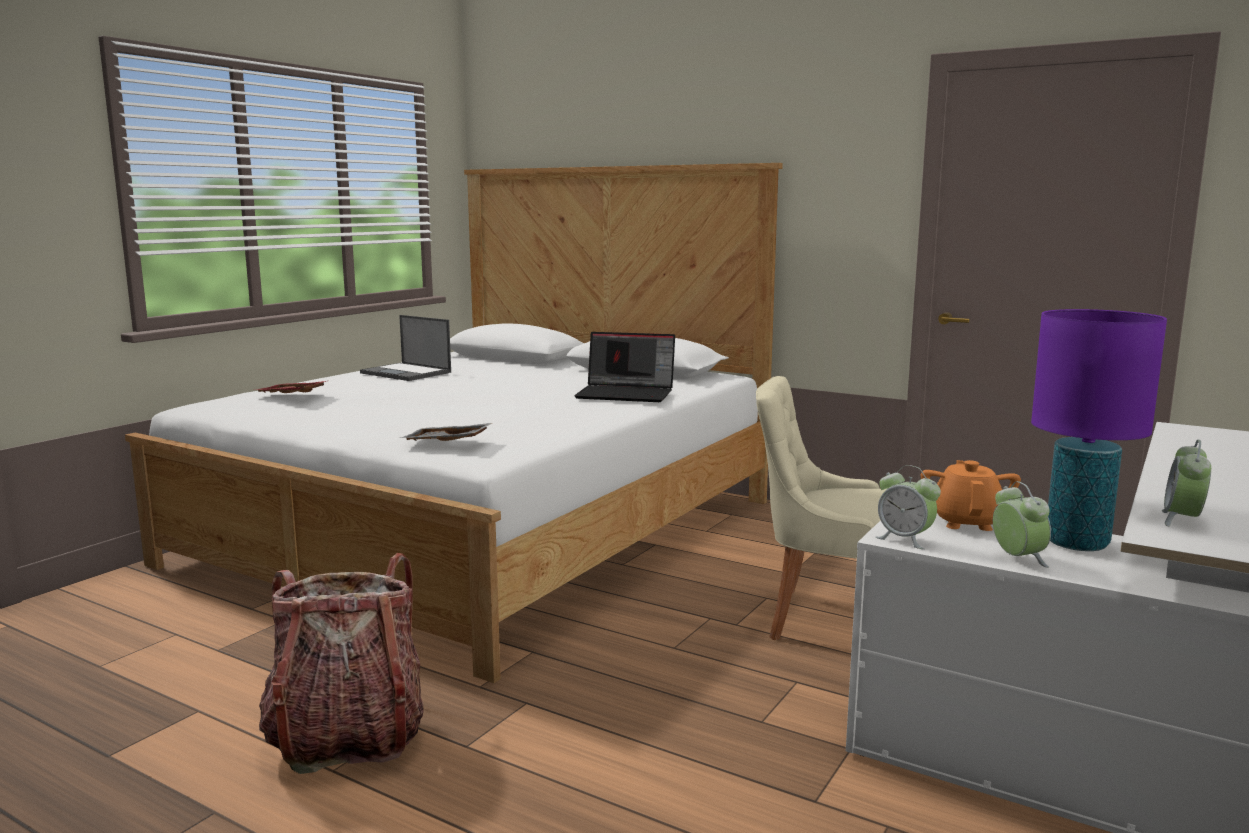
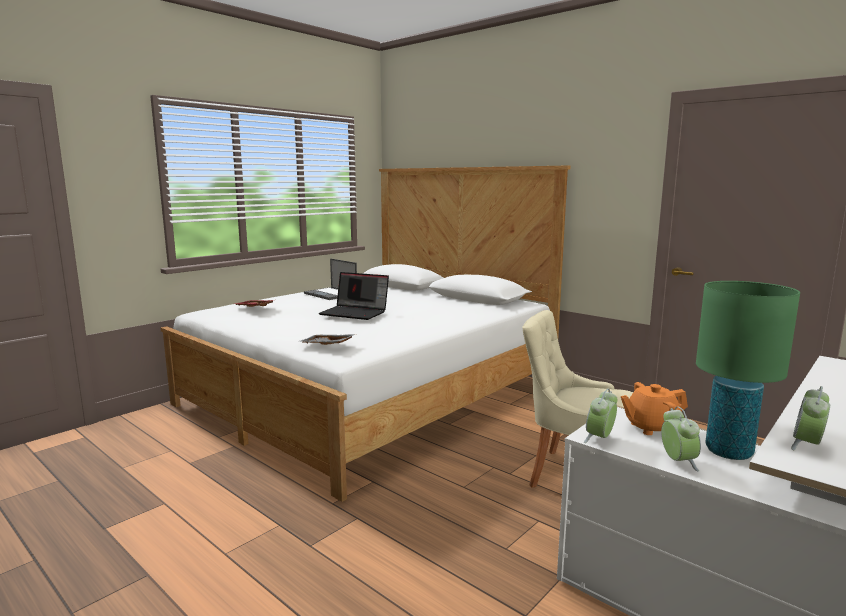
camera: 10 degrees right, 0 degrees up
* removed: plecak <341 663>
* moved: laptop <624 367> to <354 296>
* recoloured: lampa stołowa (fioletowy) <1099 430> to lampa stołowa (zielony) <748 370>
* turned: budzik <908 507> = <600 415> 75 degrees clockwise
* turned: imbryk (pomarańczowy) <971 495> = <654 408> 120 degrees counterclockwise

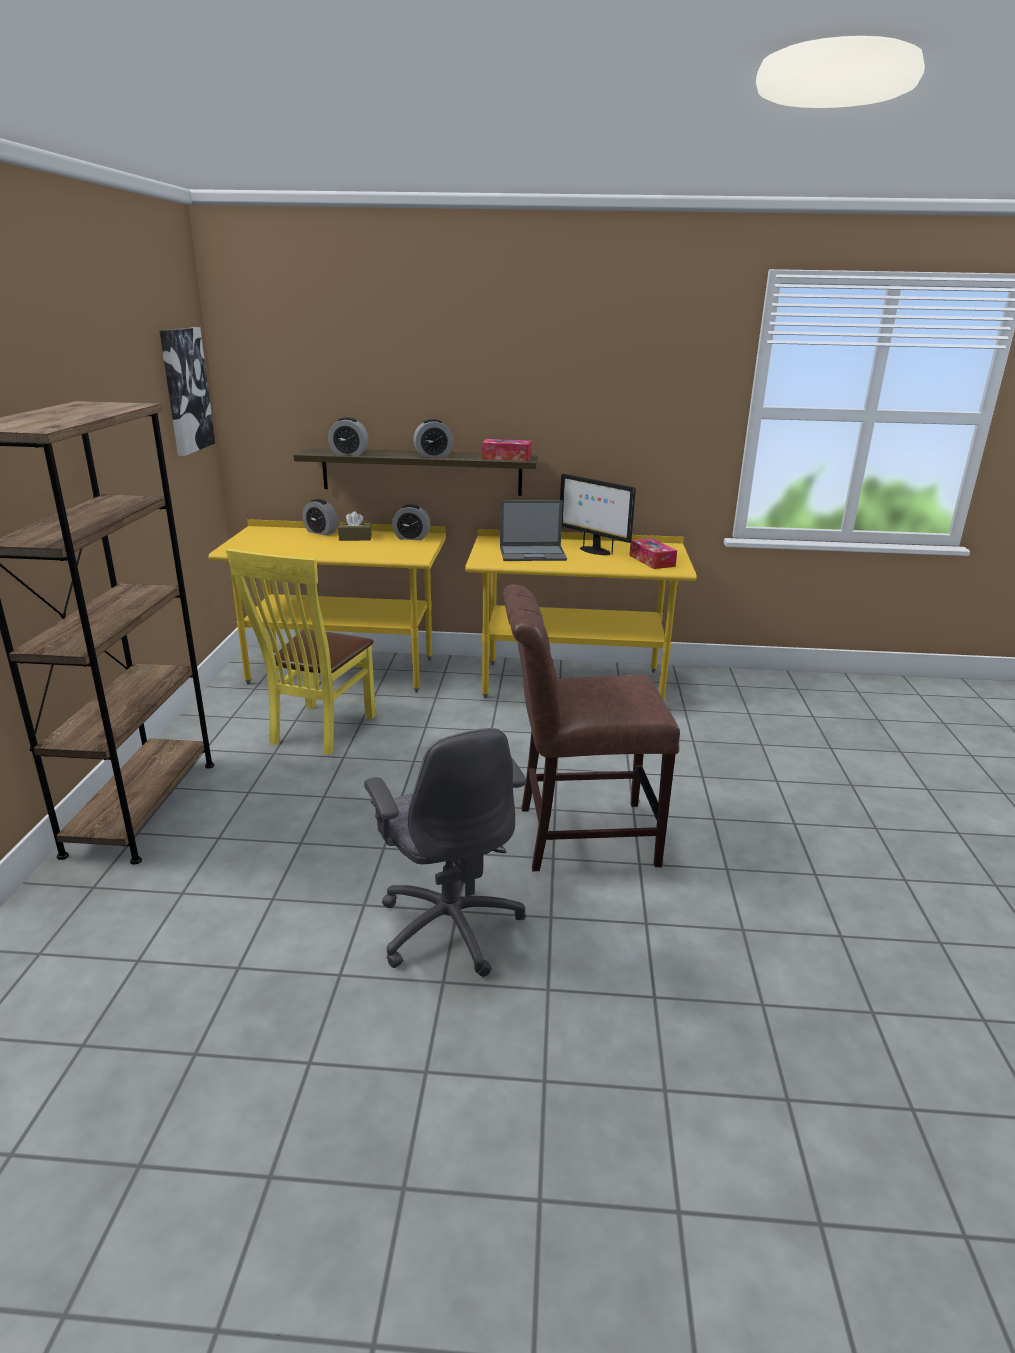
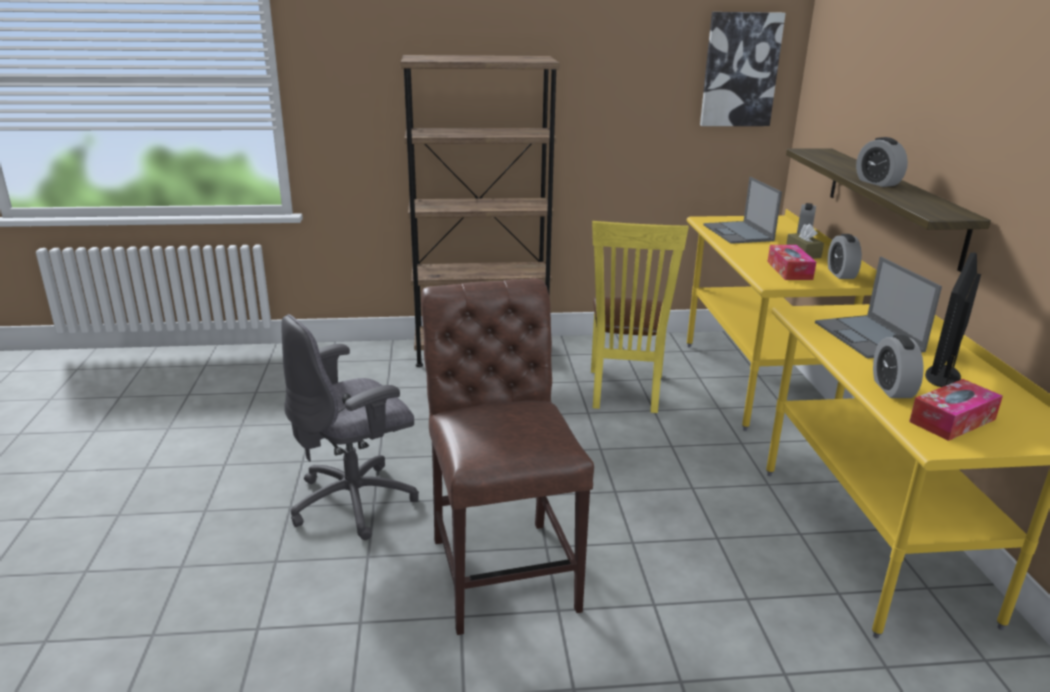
camera: 80 degrees right, 0 degrees up
* added: laptop <742 210>
* moved: budzik <348 436> to <898 366>
* moved: pudełko chusteczek <506 450> to <792 262>
* turned: krzesło (żółty) <301 652> = <640 317> 90 degrees counterclockwise

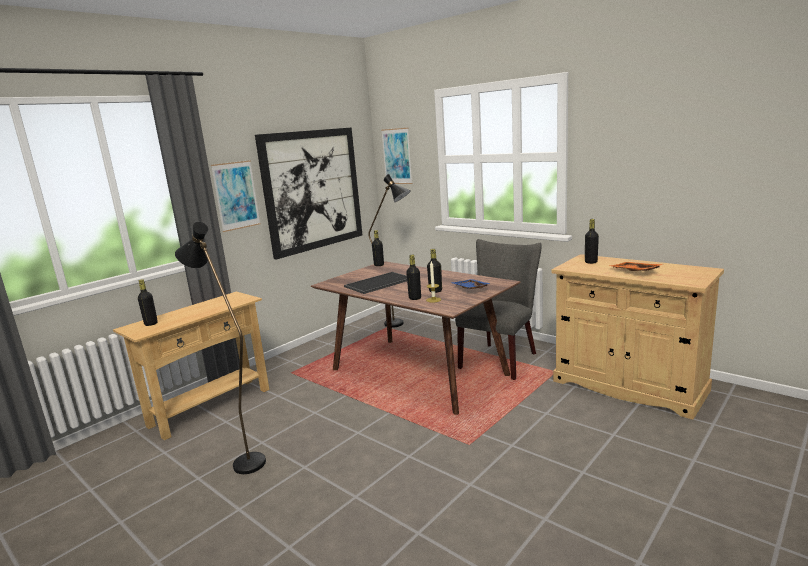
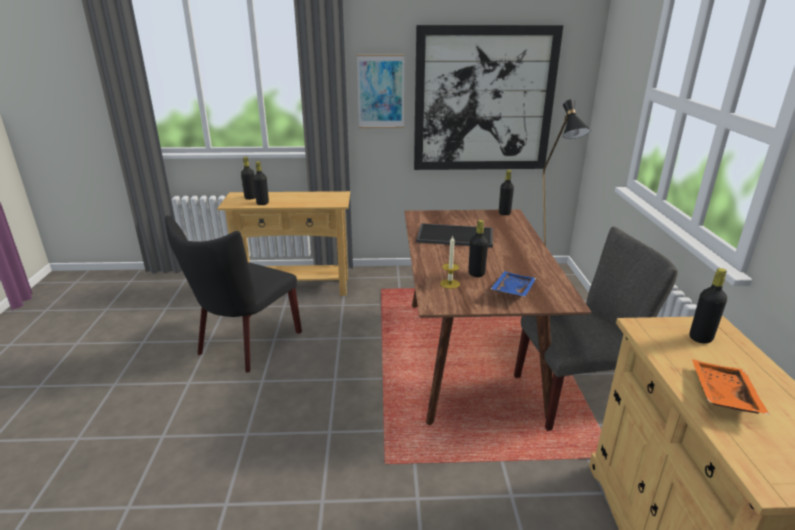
camera: 45 degrees right, 10 degrees up
* removed: obraz <396 156>
* moved: butelka (czarny) <413 277> to <261 183>
* replaced: lampa stojąca (czarny) <220 348> to krzesło (czarny) <233 294>

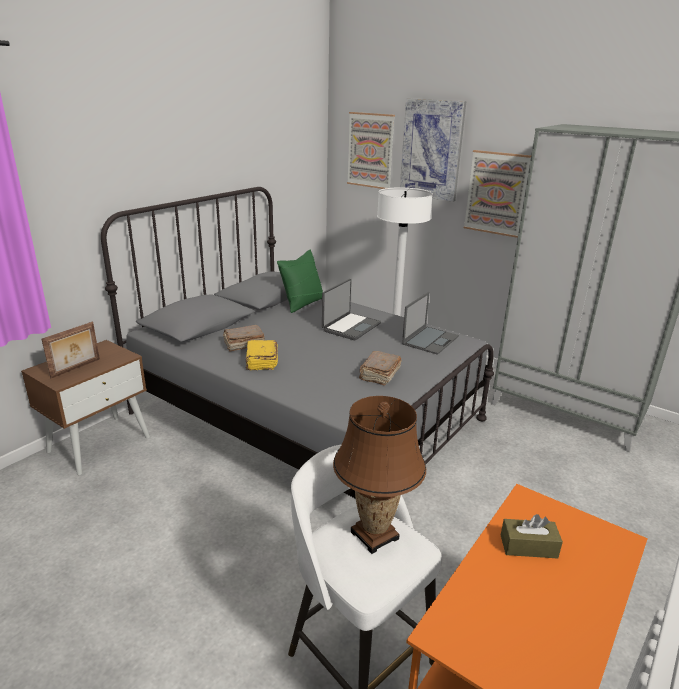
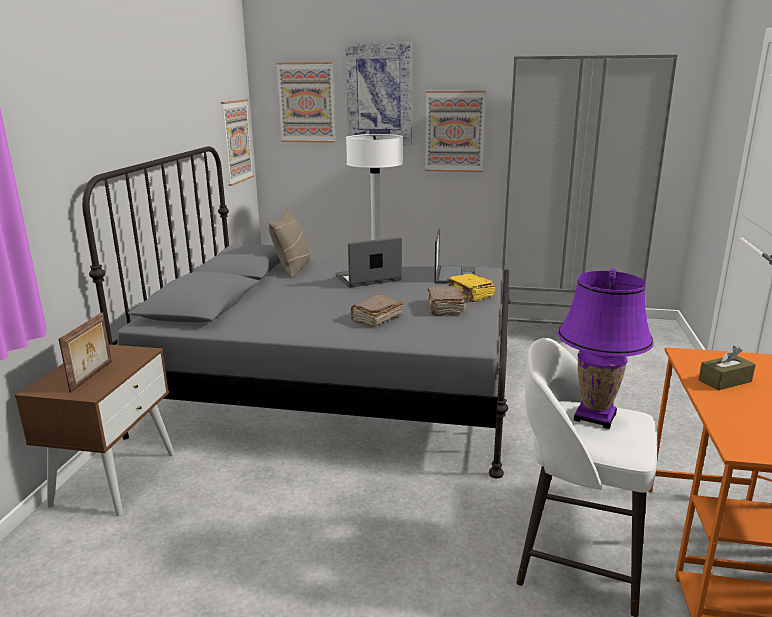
camera: 25 degrees left, 5 degrees down
* added: obraz <237 142>
* moved: książka (brązowy) <244 338> to <377 311>
* moved: książka (żółty) <262 355> to <471 287>
* recoloured: poduszka (zielony) <300 281> to poduszka (beżowy) <289 243>
* recoloured: lampa stołowa (brązowy) <379 475> to lampa stołowa (fioletowy) <606 349>
* turned: laptop <351 309> = <368 262> 120 degrees counterclockwise

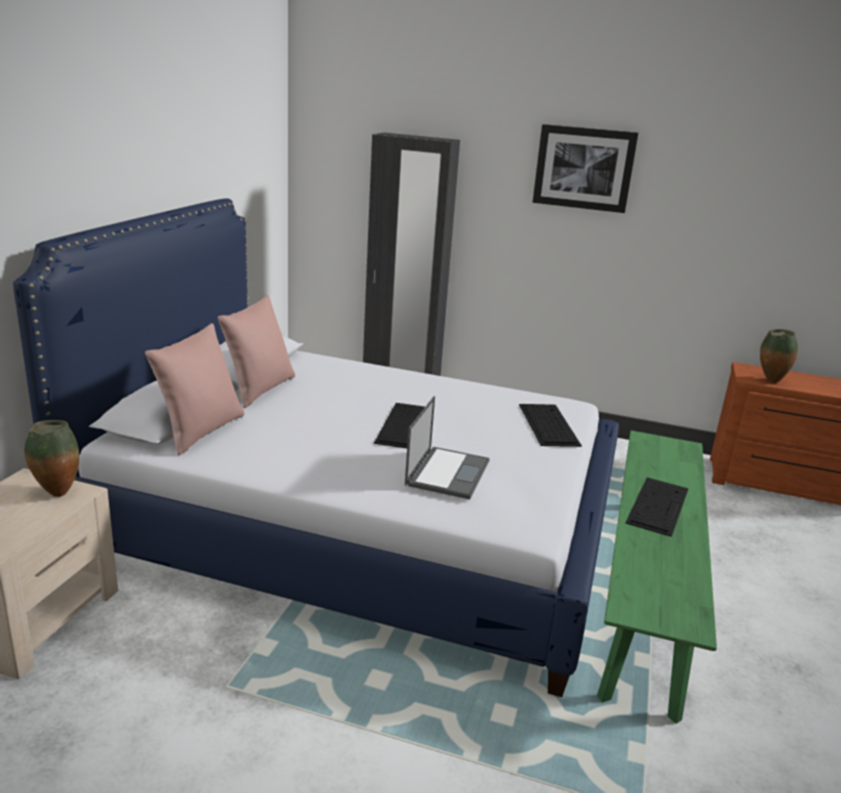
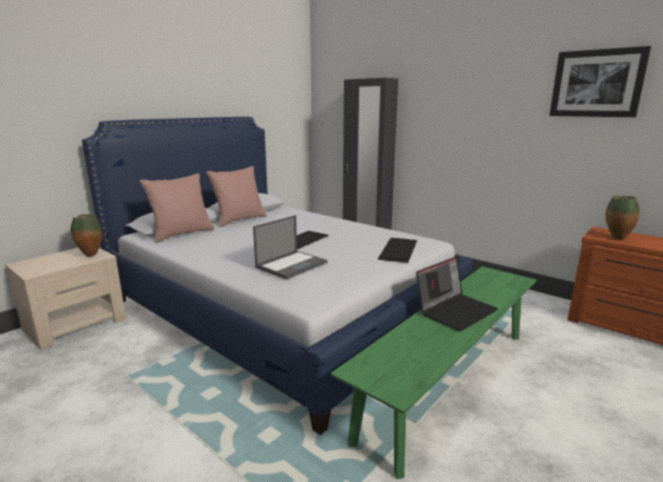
camera: 25 degrees right, 5 degrees down
* moved: obraz <585 168> to <600 81>
* replaced: klawiatura <657 507> to laptop <457 293>

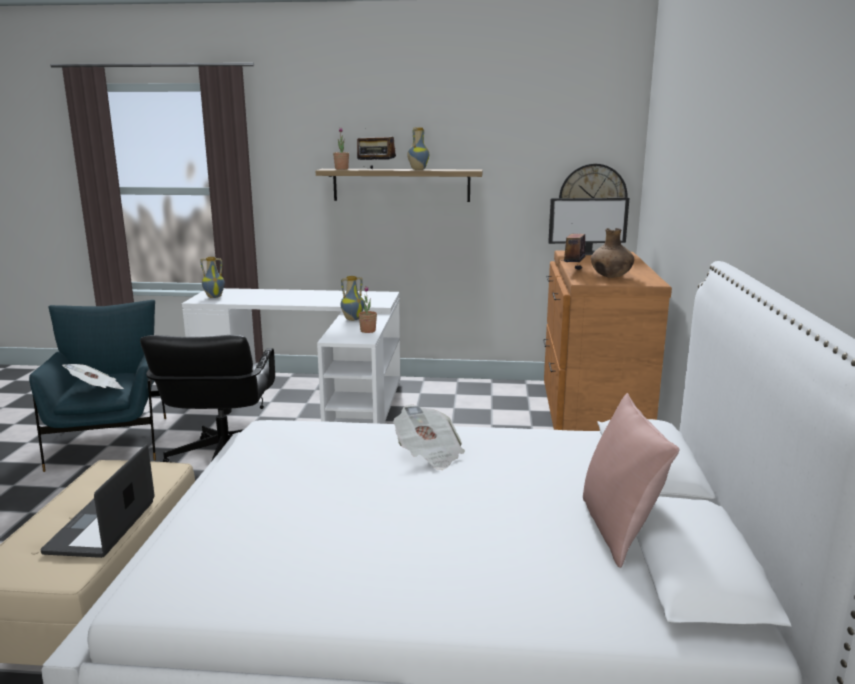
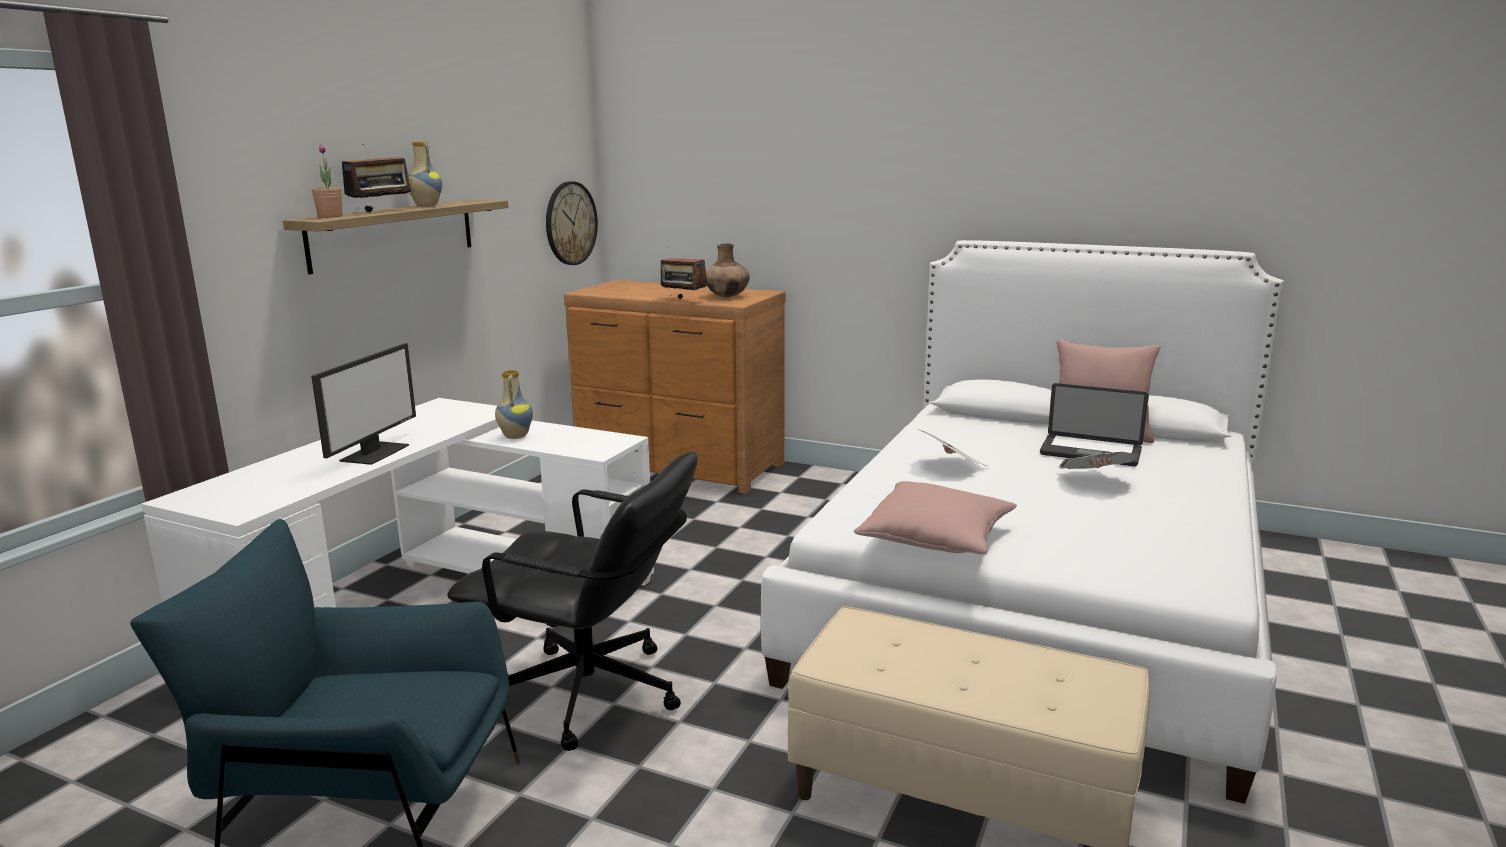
camera: 70 degrees left, 0 degrees up
* removed: wazon <212 277>
* removed: roślina doniczkowa <368 309>
* added: poduszka (różowy) <935 518>
* moved: laptop <98 501> to <1094 424>
* moved: gazeta <93 376> to <1098 460>
* moved: monitor <589 226> to <363 404>

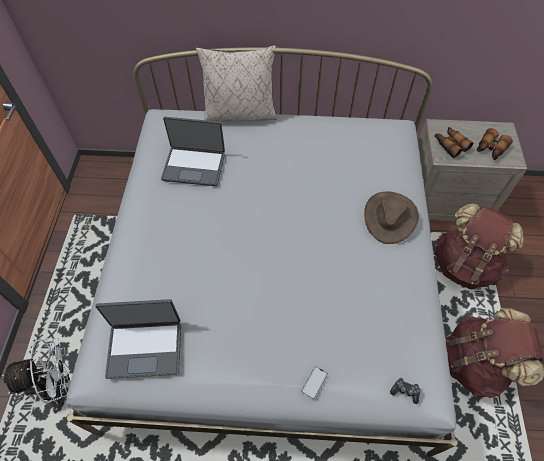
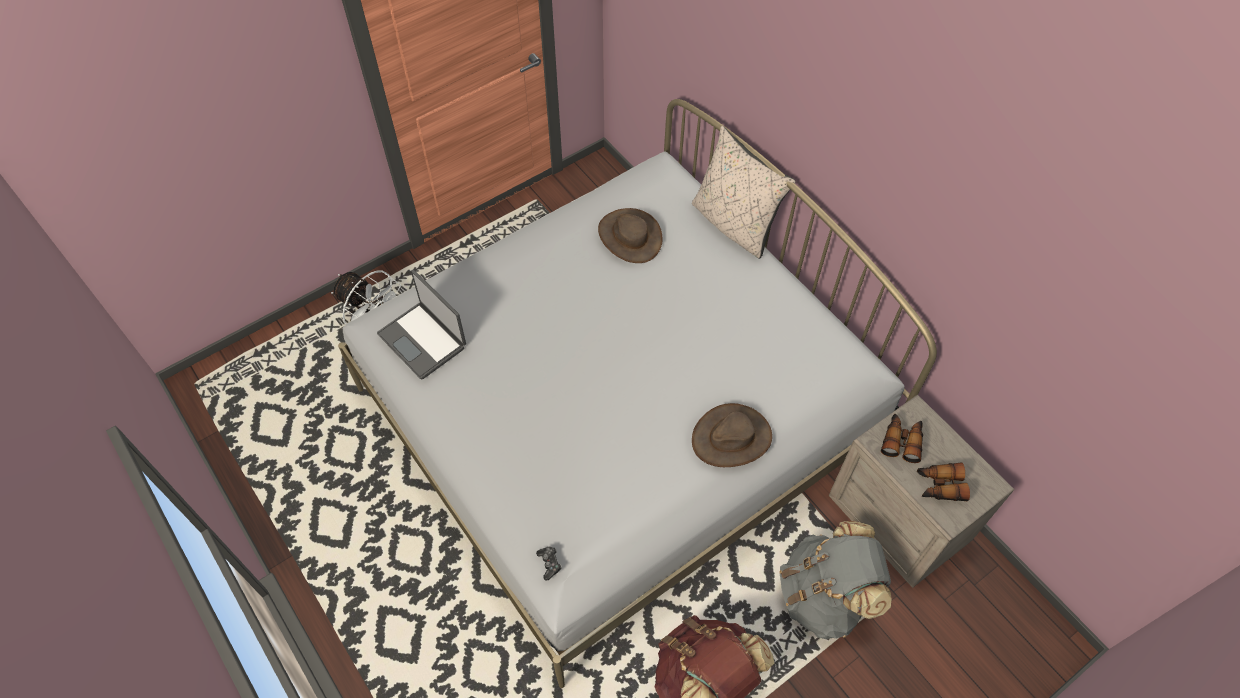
camera: 50 degrees right, 0 degrees up
* removed: telefon <314 382>
* replaced: laptop <193 151> to kapelusz (brązowy) <630 235>
* recoloured: plecak (brązowy) <479 246> to plecak (szary) <835 580>

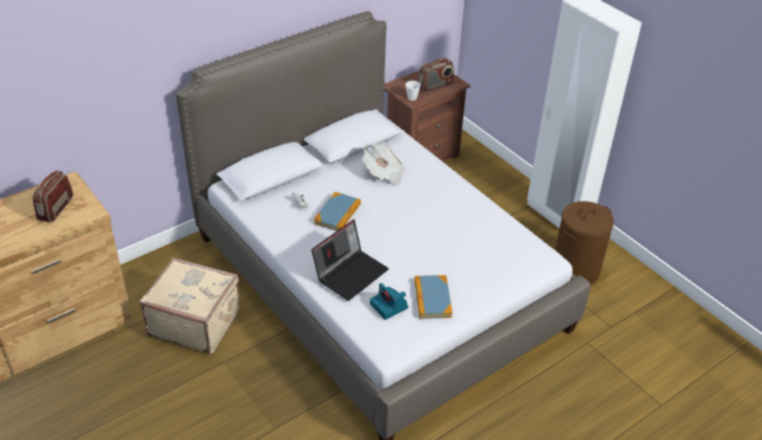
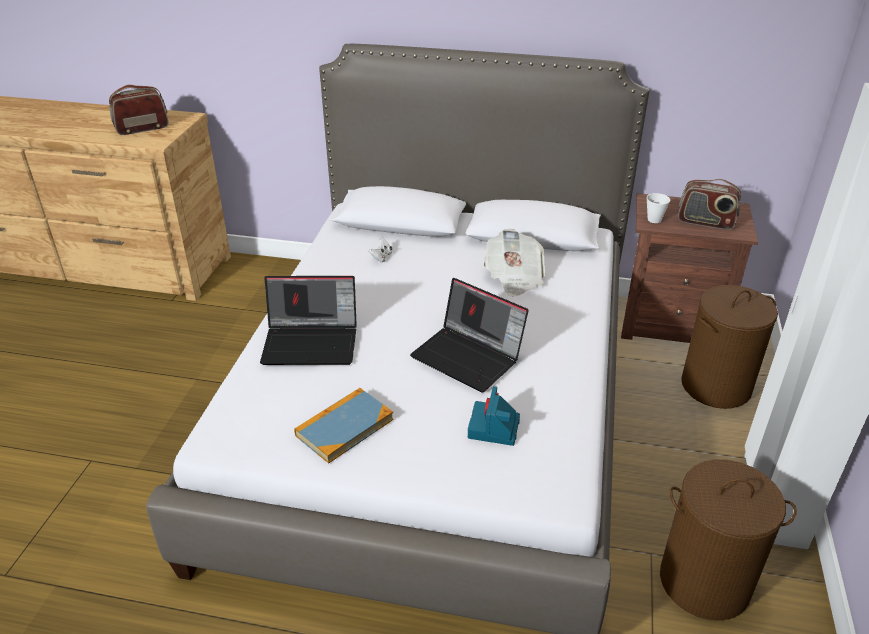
camera: 50 degrees right, 5 degrees down
* removed: walizka (beżowy) <190 305>
* removed: książka <337 211>
* added: laptop <469 335>
* added: kosz na pranie (brązowy) <729 347>
* moved: aparat fotograficzny <389 301> to <494 416>

